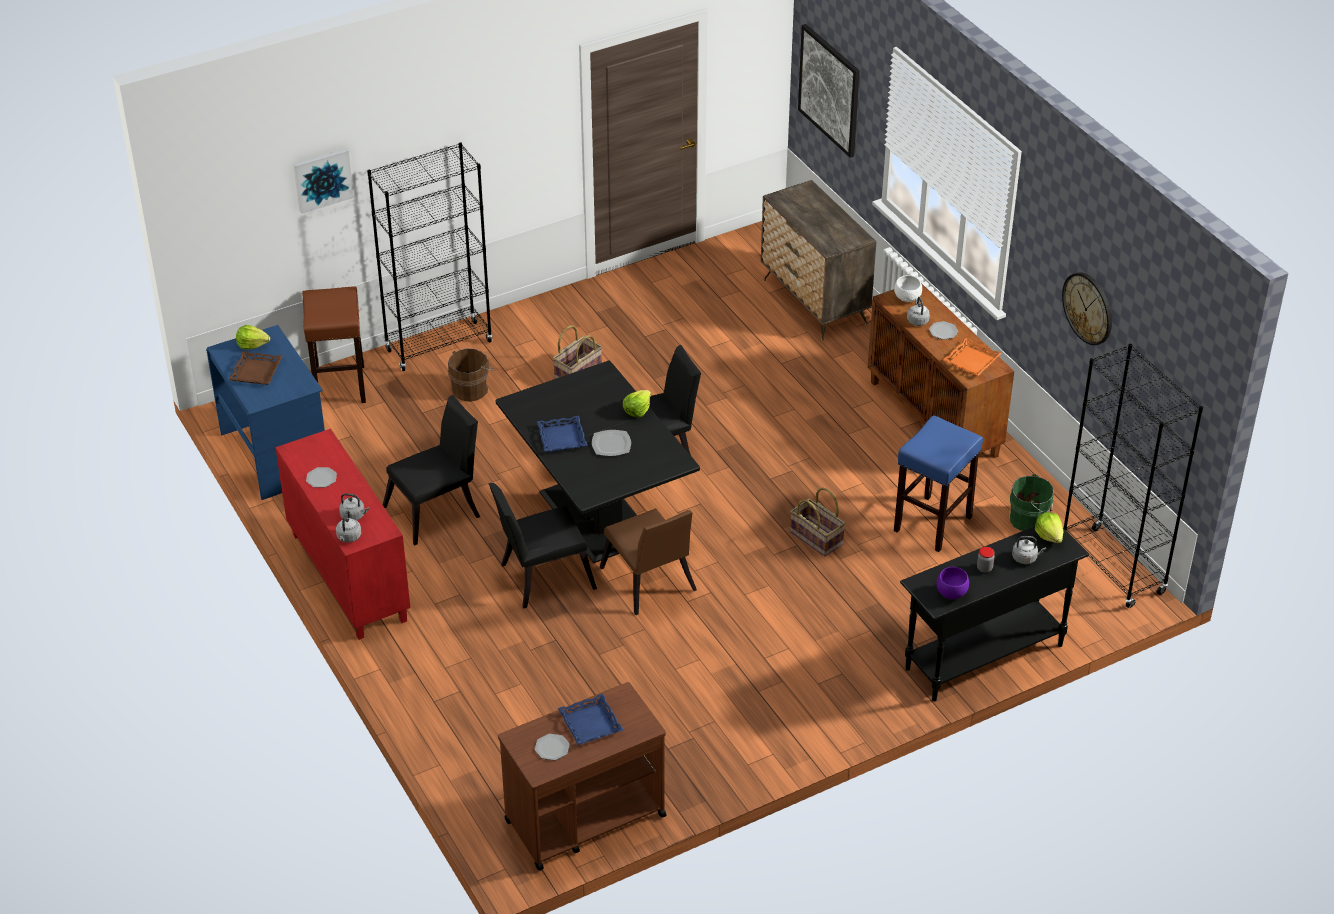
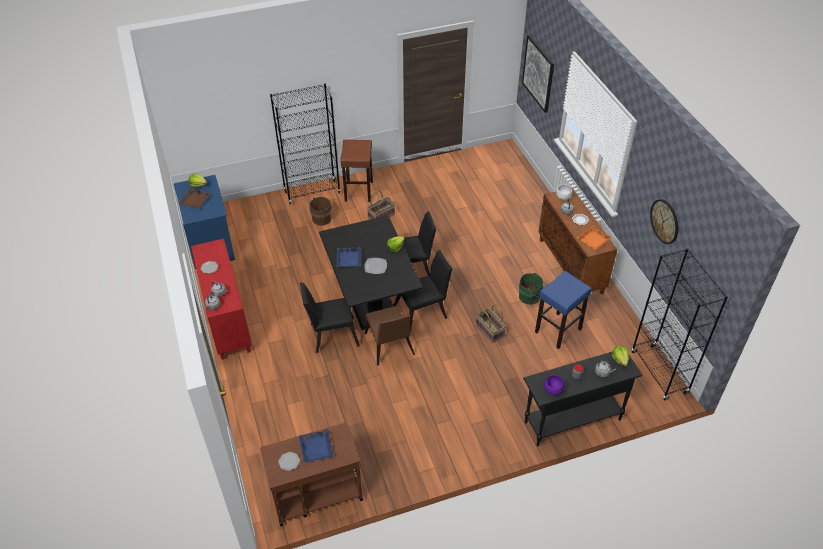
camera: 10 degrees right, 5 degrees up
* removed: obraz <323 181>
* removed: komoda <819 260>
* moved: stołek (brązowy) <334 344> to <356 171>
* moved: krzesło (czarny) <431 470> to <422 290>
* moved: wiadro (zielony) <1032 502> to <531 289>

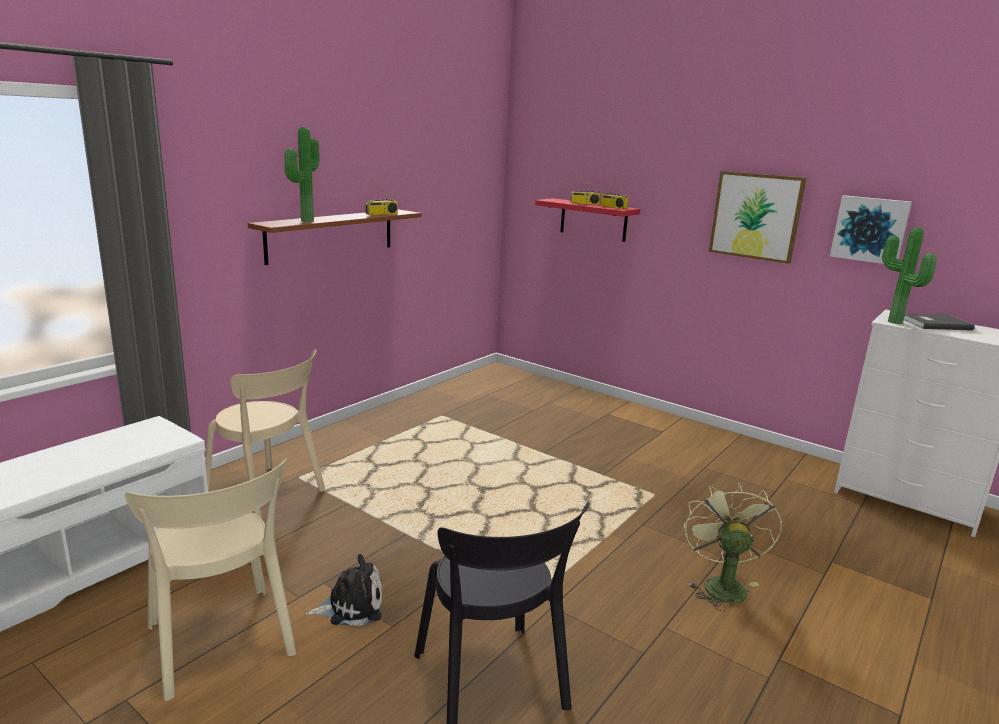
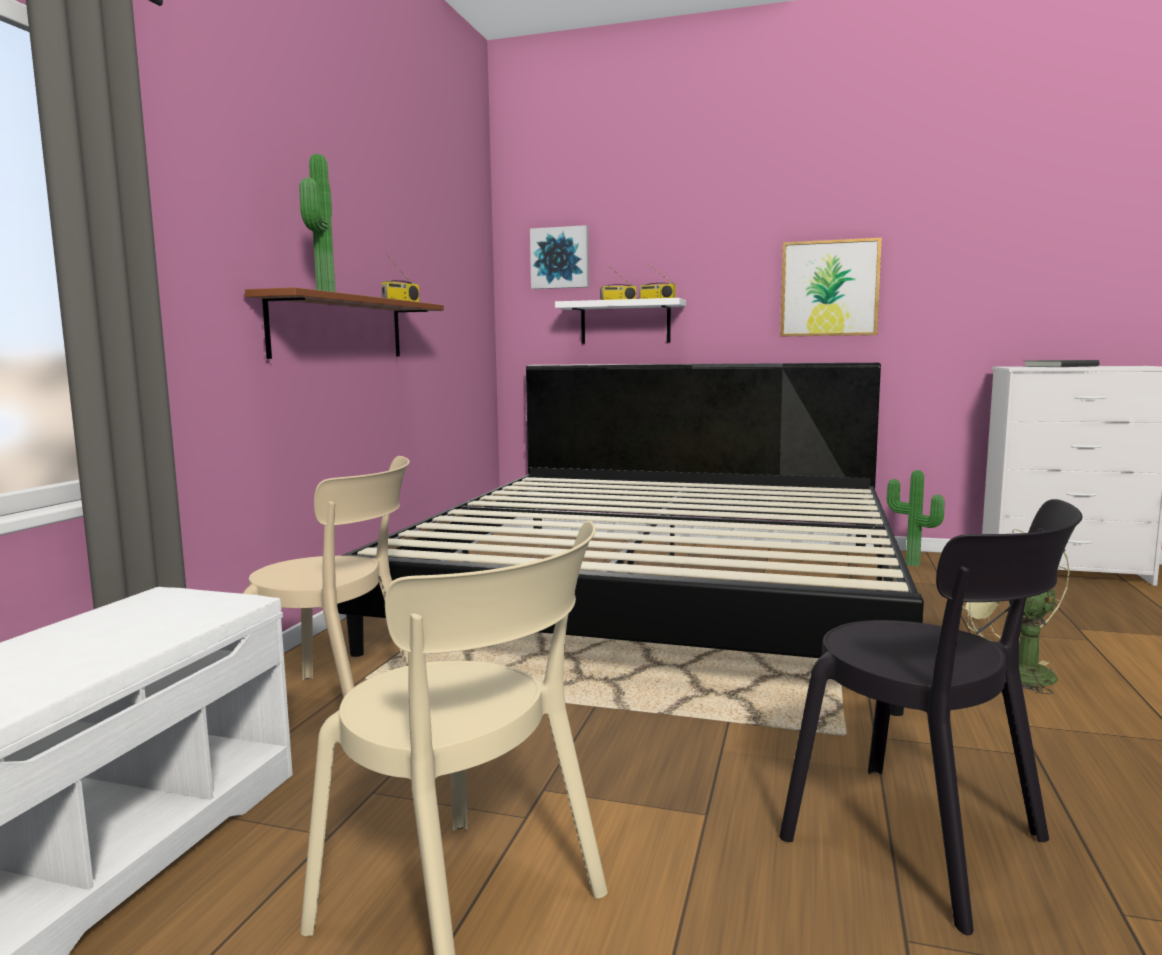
camera: 20 degrees left, 10 degrees down
* removed: pluszak <344 590>
* added: łóżko <630 539>
* moved: obraz <871 229> to <559 257>
* moved: roślina doniczkowa <909 275> to <916 518>
* recoloured: półka (czerwony) <587 220> to półka (biały) <620 321>

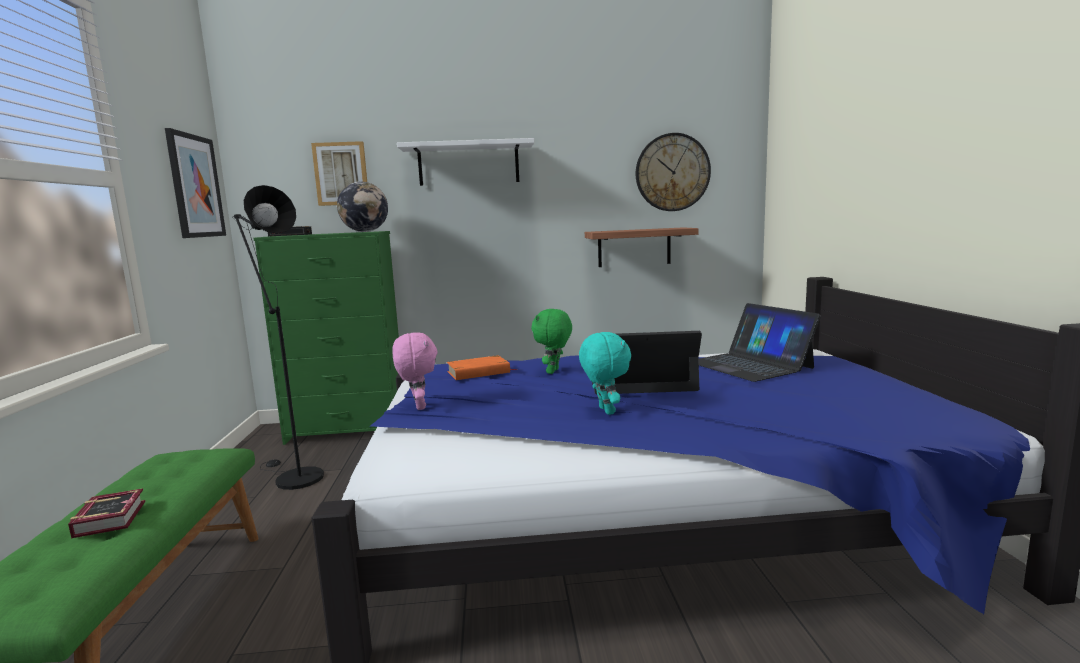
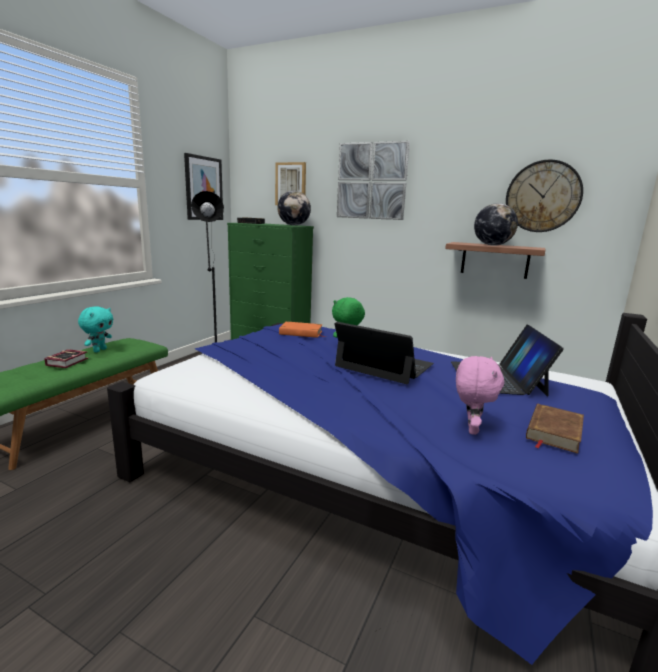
camera: 30 degrees right, 5 degrees up
* added: globus <496 224>
* added: książka (brązowy) <555 429>
* moved: pluszak (różowy) <415 371> to <480 395>
* moved: pluszak (turkusowy) <605 373> to <95 329>
* replaced: półka (biały) <465 162> to obraz <373 180>

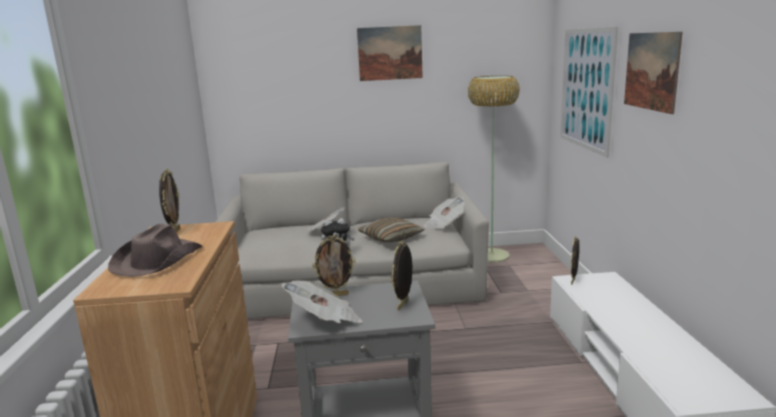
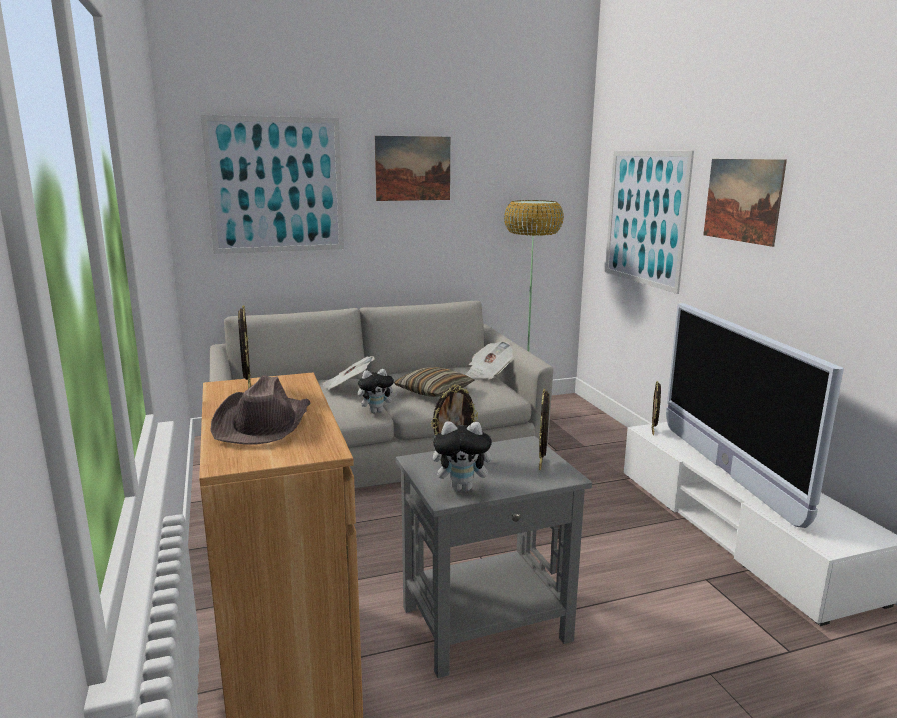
camera: 15 degrees left, 0 degrees up
* added: obraz <272 184>
* added: telewizor <755 415>
* replaced: gazeta <322 302> to pluszak <466 456>

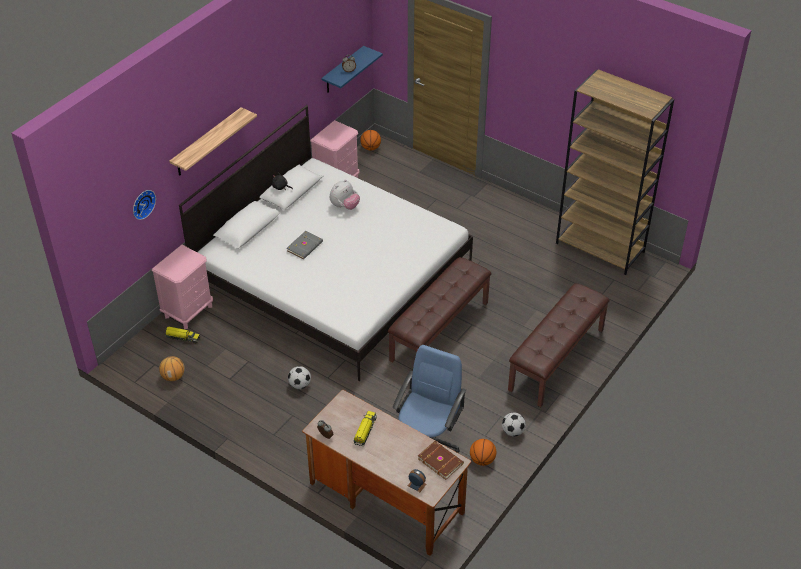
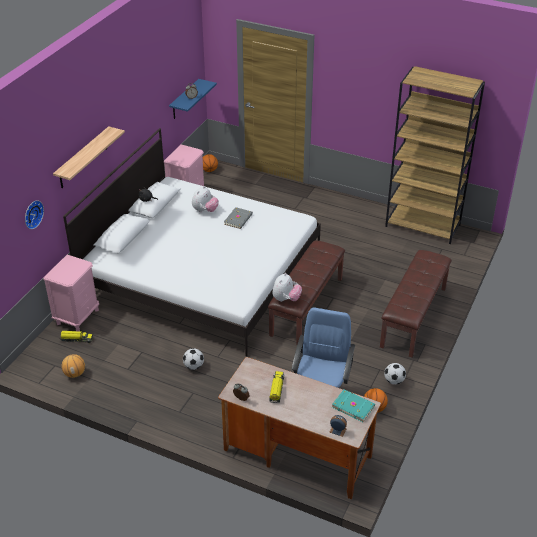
camera: 10 degrees left, 5 degrees down
* added: pluszak <287 287>
* moved: książka (szary) <305 245> to <238 218>
* recoloured: książka (brązowy) <440 460> to książka (turkusowy) <353 405>

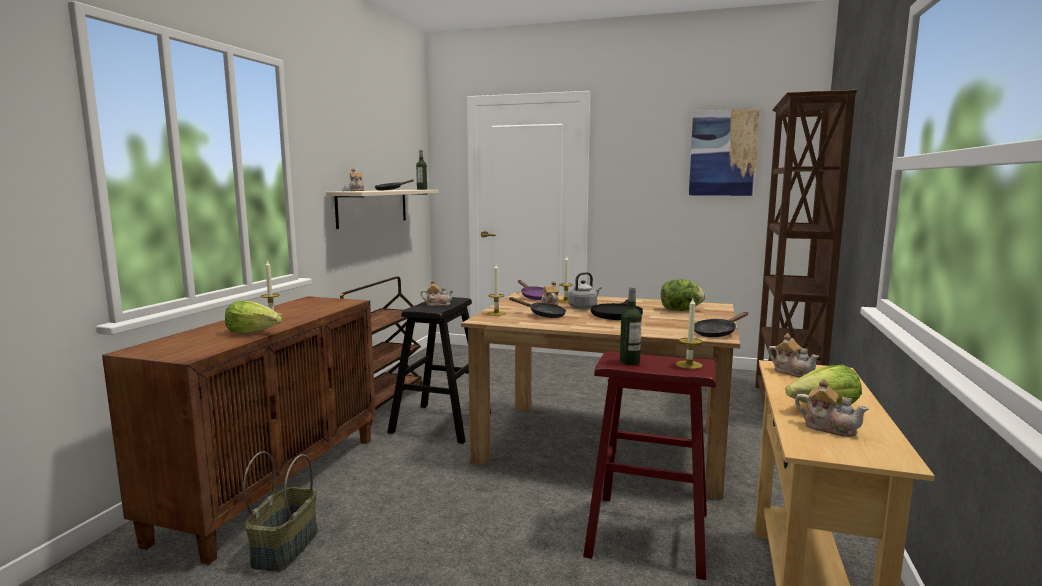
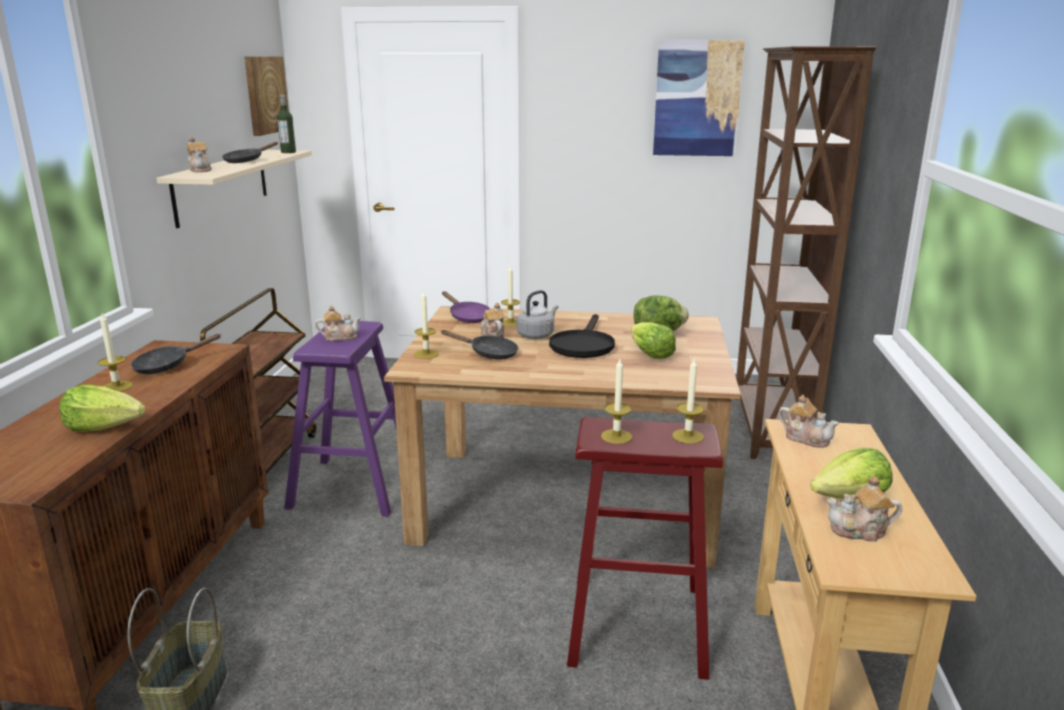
camera: 10 degrees left, 10 degrees up
* added: obraz <267 96>
* added: sałata <653 340>
* moved: patelnia (czarny) <721 324> to <175 354>
* replaced: butelka <631 326> to świeca <616 401>
* recoloured: stołek (czarny) <439 370> to stołek (fioletowy) <340 419>
* turned: imbryk <832 407> = <864 509> 150 degrees clockwise

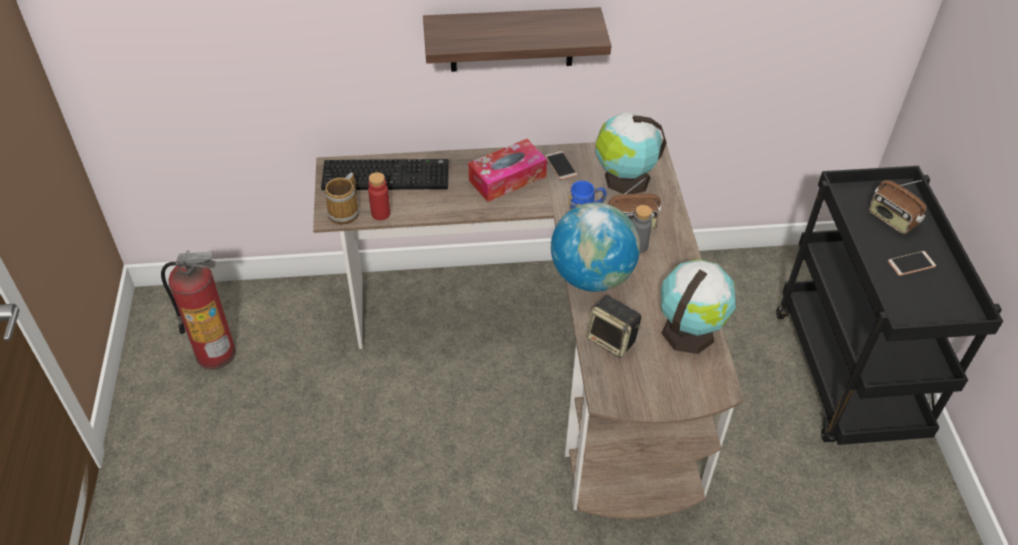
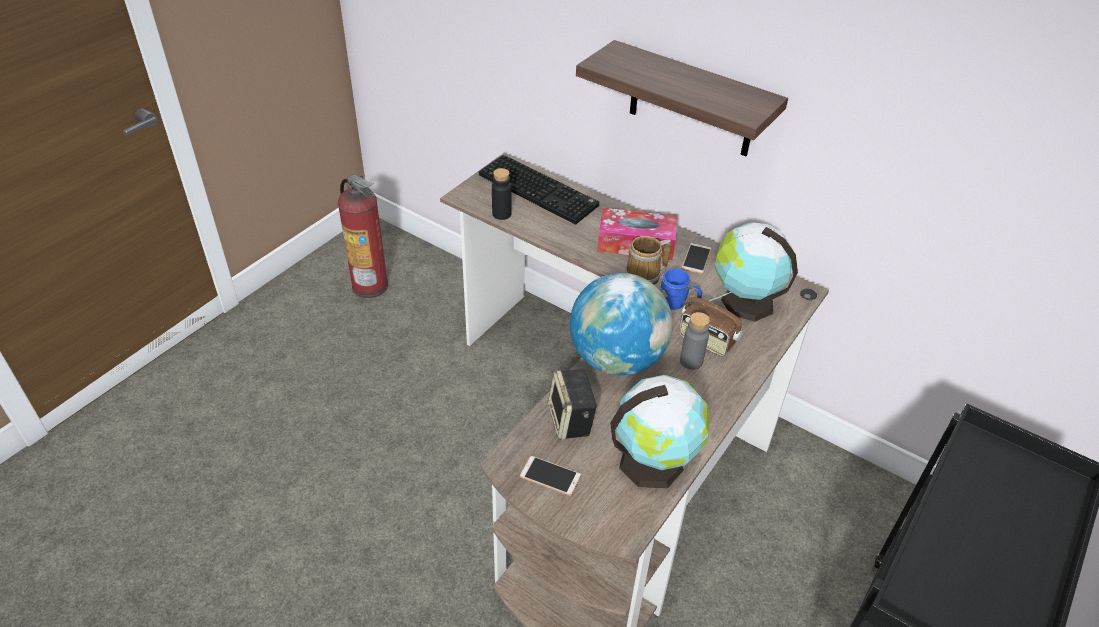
camera: 40 degrees right, 5 degrees down
* removed: radio <898 207>
* moved: kubek <342 199> to <648 260>
* moved: telefon <912 263> to <550 476>
* recoloured: butelka (czerwony) <379 196> to butelka (czarny) <502 194>

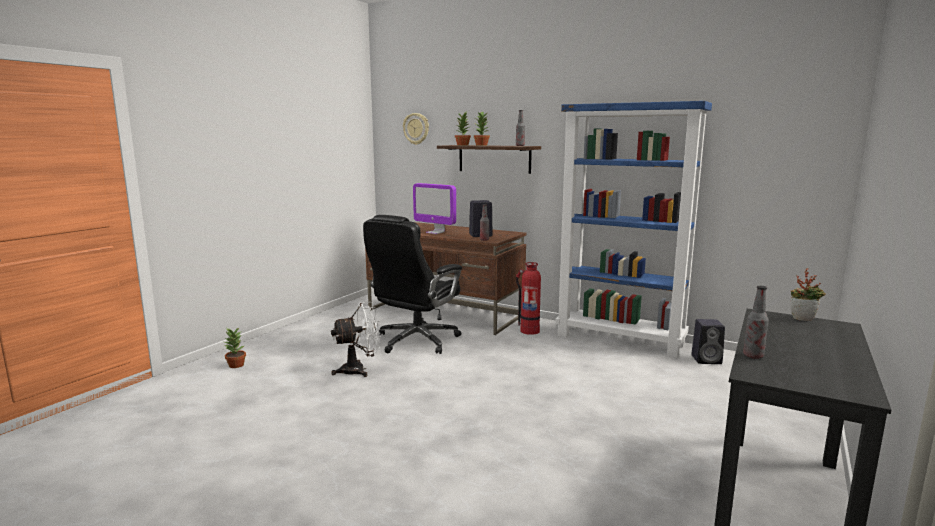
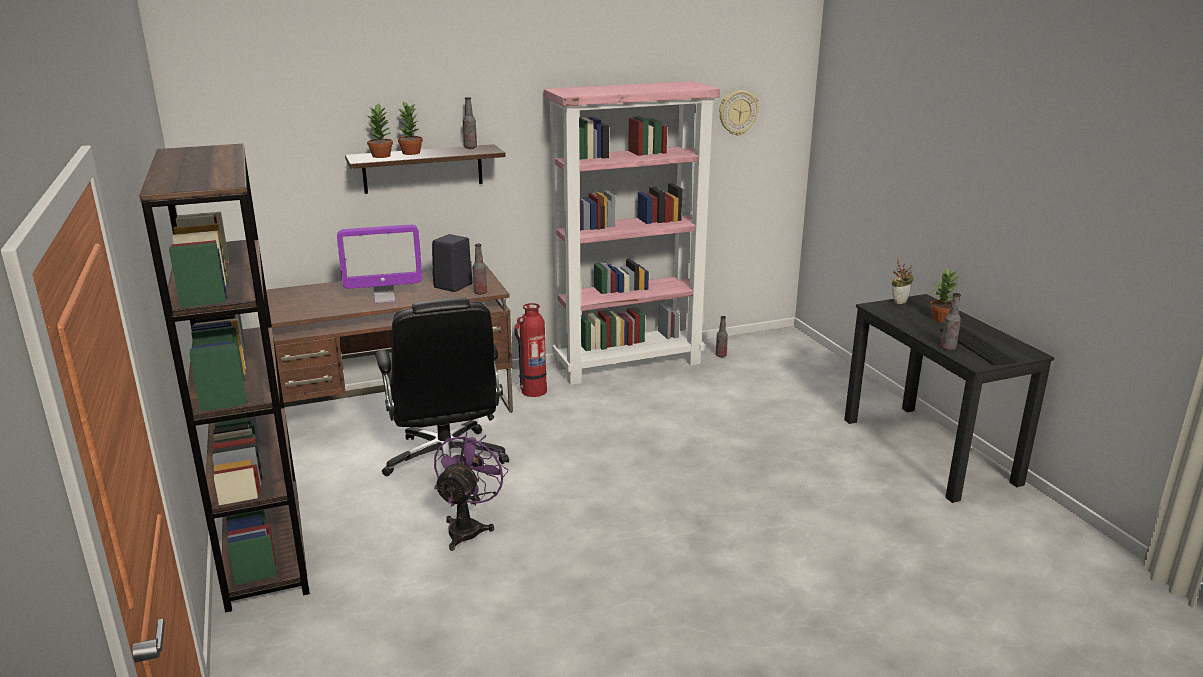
camera: 50 degrees left, 10 degrees up
* added: regał (brązowy) <224 378>
* added: klawiatura <978 346>
* moved: roślina doniczkowa <235 347> to <945 296>
* moved: zegar ścienny <416 129> to <739 113>
* replaced: głośnik (czarny) <708 341> to butelka <722 336>
* recoloured: wentylator (biały) <356 339> to wentylator (fioletowy) <471 490>
* recoloured: regał (niebieski) <633 229> to regał (różowy) <632 233>

